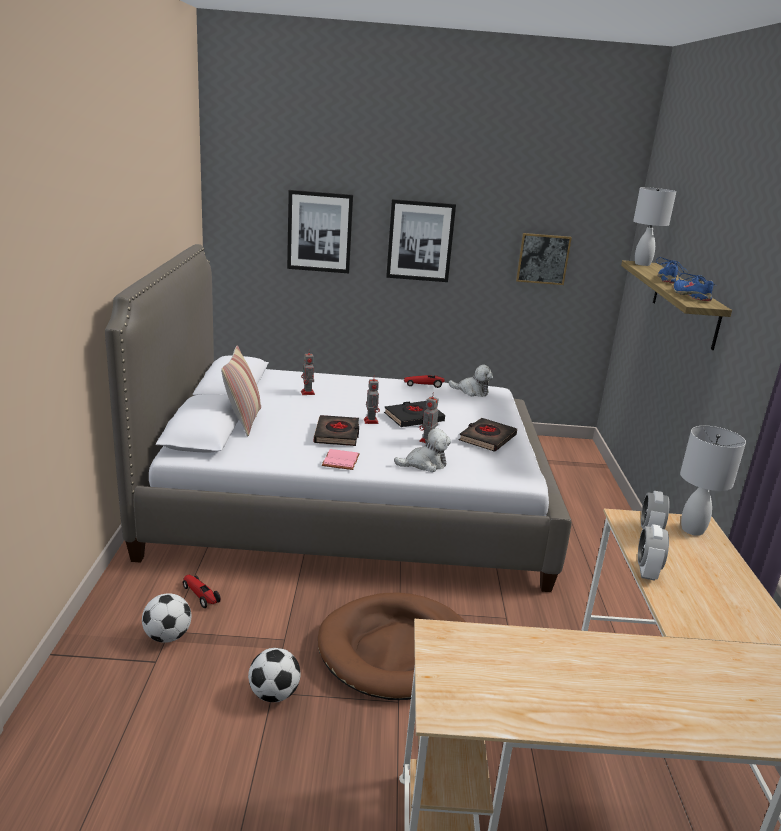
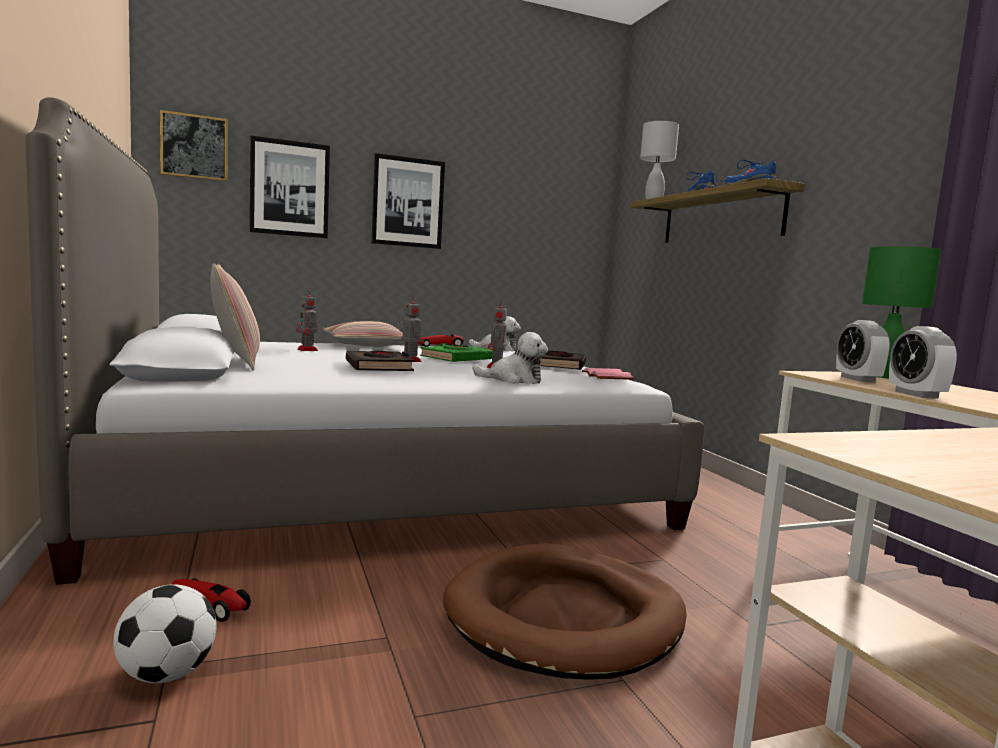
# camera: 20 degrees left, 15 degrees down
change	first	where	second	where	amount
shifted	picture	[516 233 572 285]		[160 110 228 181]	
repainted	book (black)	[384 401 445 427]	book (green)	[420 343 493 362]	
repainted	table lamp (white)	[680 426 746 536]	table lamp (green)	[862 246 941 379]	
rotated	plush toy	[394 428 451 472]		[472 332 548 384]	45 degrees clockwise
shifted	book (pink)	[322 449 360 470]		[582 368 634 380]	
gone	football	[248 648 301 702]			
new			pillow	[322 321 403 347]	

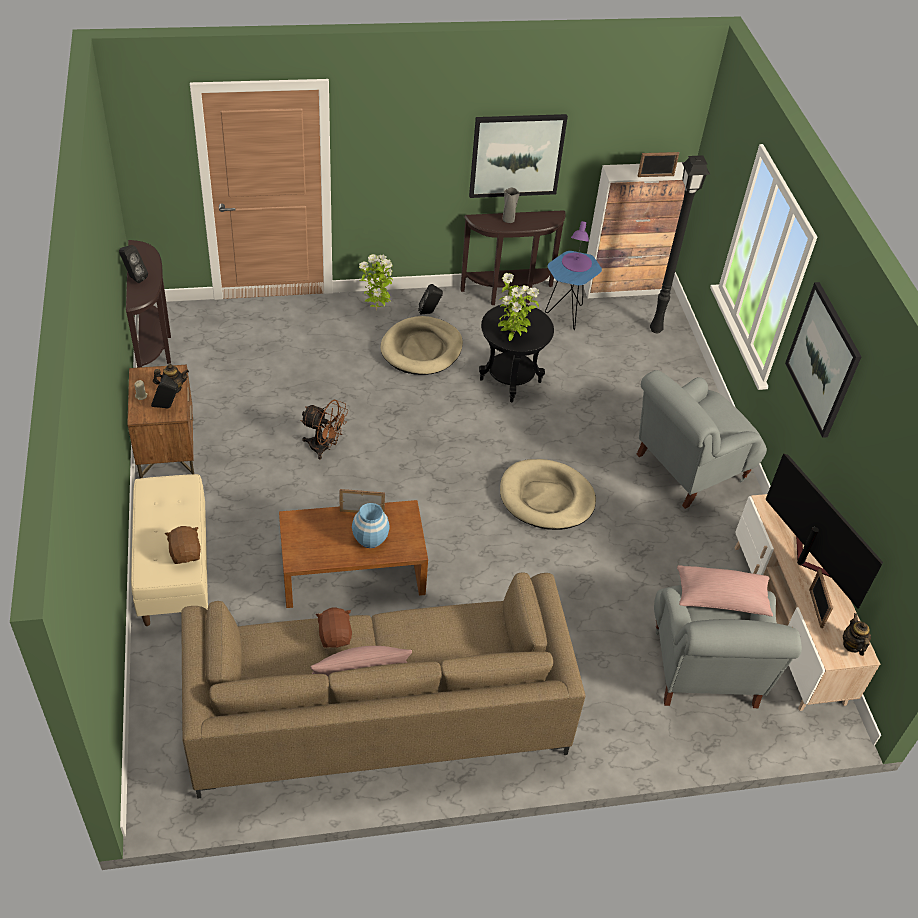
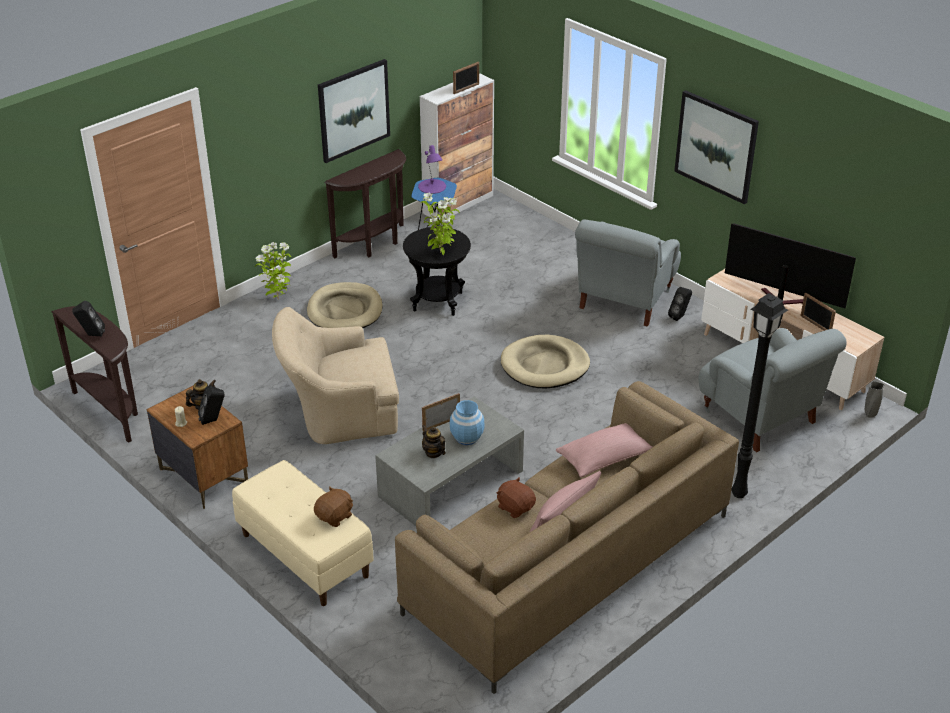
# camera: 30 degrees left, 10 degrees down
change	first	where	second	where	amount
shifted	floor lamp (black)	[650 155 710 333]		[731 293 788 498]	
shifted	vase (grey)	[502 188 519 223]		[865 381 884 418]	
shifted	speaker (black)	[418 284 443 315]		[668 287 692 321]	
swapped	fan (brown)	[300 400 348 460]	armchair (beige)	[272 307 399 444]	
repainted	coffee table (brown)	[279 500 428 608]	coffee table (grey)	[375 397 524 526]	
rotated	plush toy (brown)	[165 526 201 564]		[314 486 353 527]	90 degrees clockwise
shifted	pillow (pink)	[677 565 773 616]		[556 423 653 477]	
shifted	teapot	[843 613 871 656]		[422 425 446 458]	

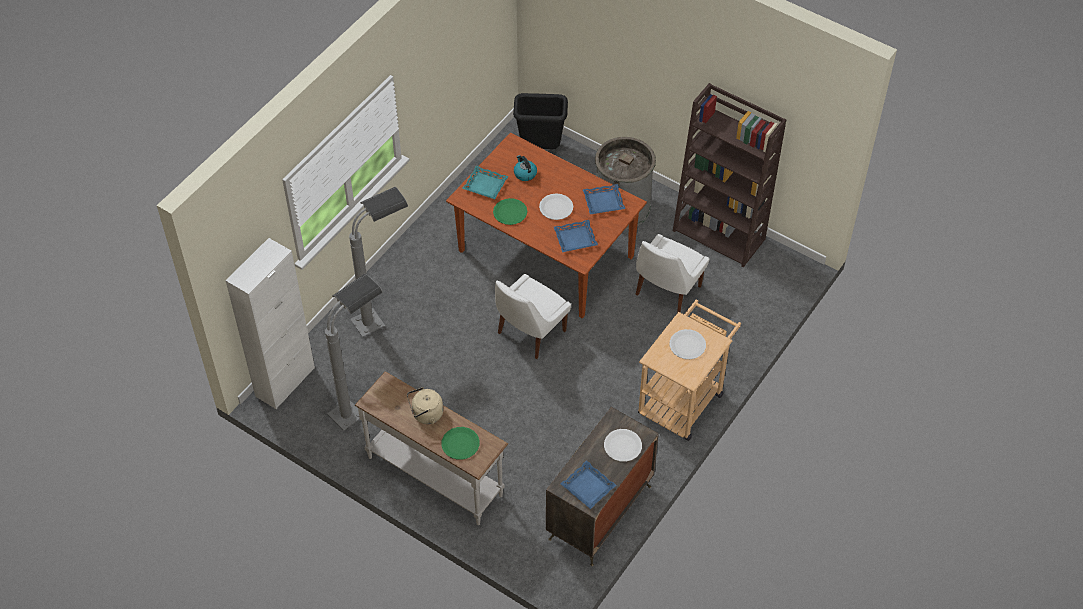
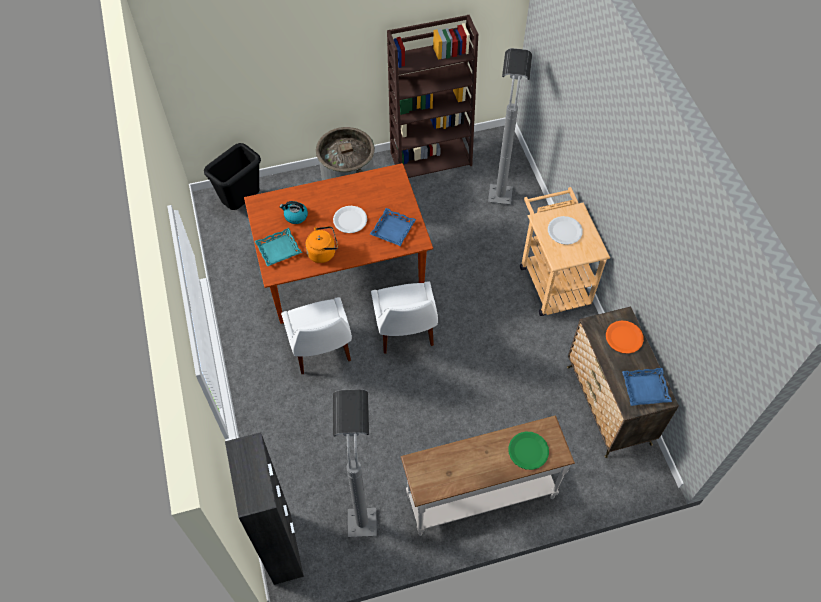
# camera: 50 degrees left, 5 degrees up
change	first	where	second	where	amount
gone	tray (blue)	[583 184 625 214]			
shifted	floor lamp (grey)	[349 187 408 337]		[488 48 532 205]	
swapped	plate (green)	[493 198 527 225]	kettle (orange)	[305 226 338 263]	
shifted	chair (white)	[636 234 709 313]		[281 297 352 374]	
repainted	cabinet (white)	[226 238 315 409]	cabinet (black)	[225 432 304 585]	
gone	kettle (beige)	[407 387 443 424]			
repainted	plate (white)	[604 429 642 462]	plate (orange)	[606 321 644 354]	

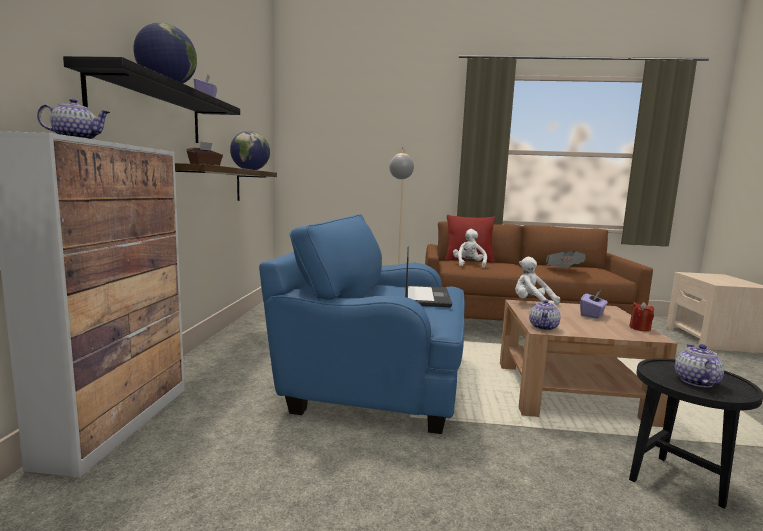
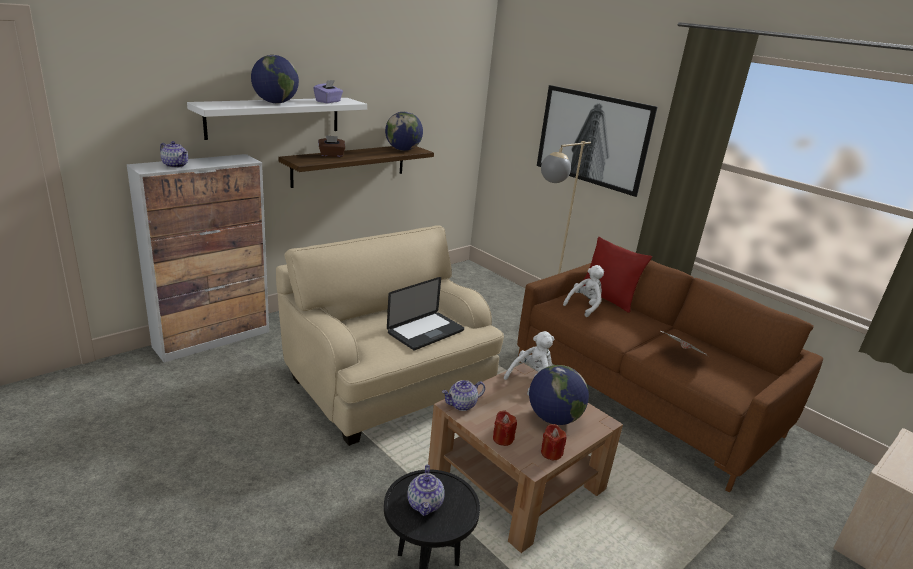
# camera: 40 degrees right, 15 degrees up
change	first	where	second	where	amount
repainted	shelf (black)	[63 56 240 143]	shelf (white)	[187 98 367 140]	
repainted	armchair (blue)	[259 214 465 434]	armchair (beige)	[276 225 504 446]	
rotated	plush toy (white)	[515 257 560 305]		[504 331 555 396]	60 degrees clockwise
swapped	tissue box (purple)	[580 290 608 319]	globe	[529 365 589 425]	
rotated	teapot	[675 344 724 388]		[407 465 445 516]	120 degrees clockwise
new			picture	[537 85 657 197]	
new			candle (red)	[493 410 517 446]	

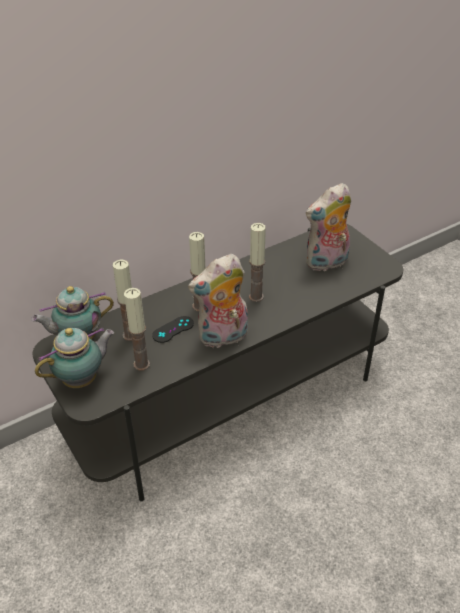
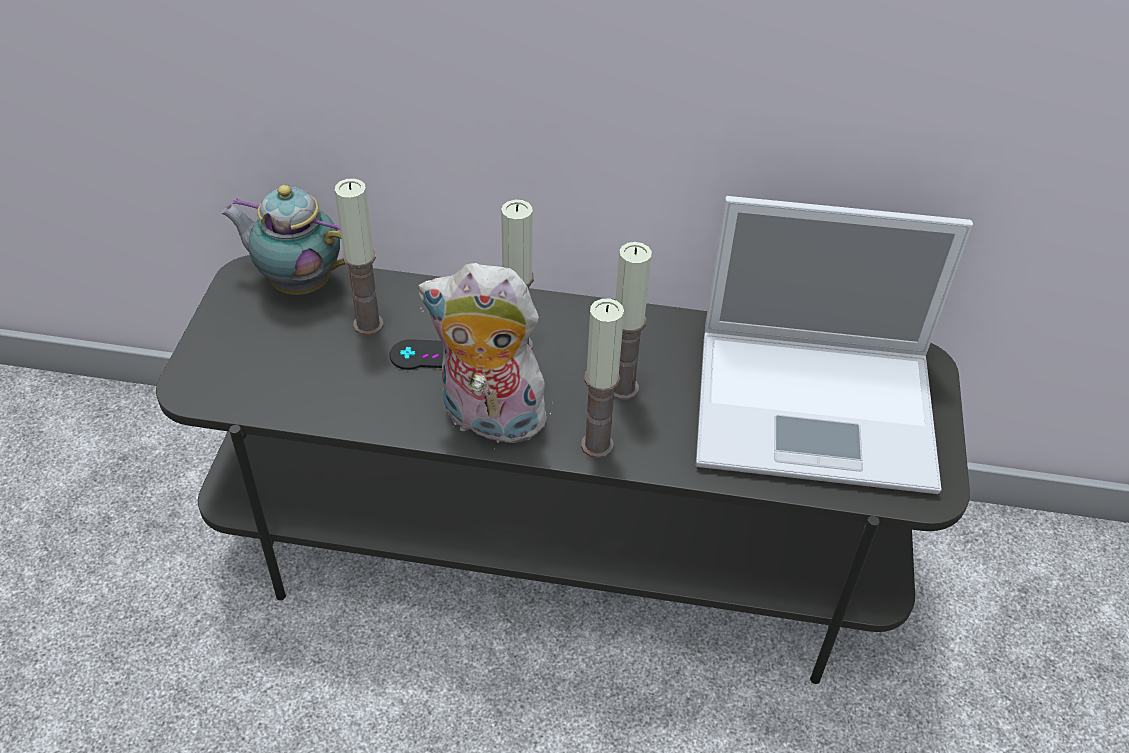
# camera: 40 degrees right, 5 degrees up
change	first	where	second	where	amount
swapped	plush toy	[306 183 351 271]	laptop	[696 196 973 494]	
shifted	candle	[124 288 150 371]		[581 299 624 458]	
gone	teapot	[35 328 114 388]			

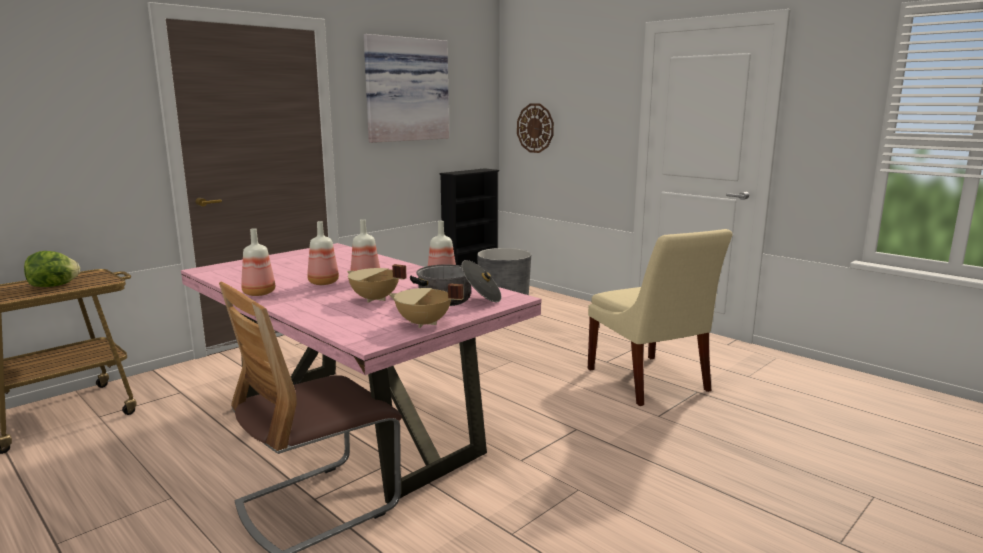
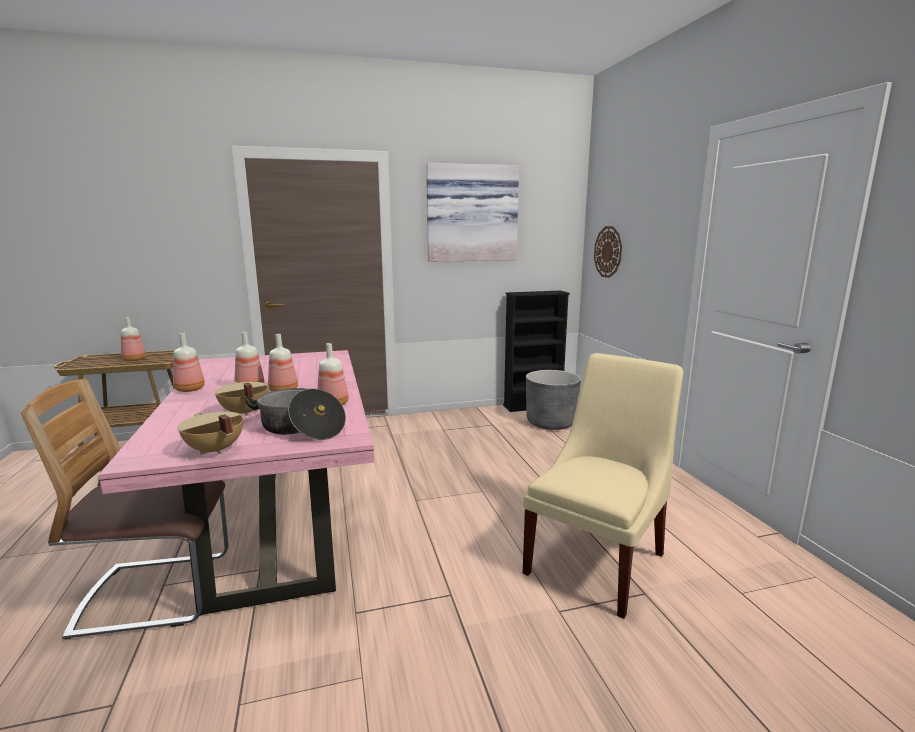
# camera: 30 degrees right, 0 degrees up
change	first	where	second	where	amount
rotated	chair (beige)	[588 229 732 406]		[523 353 683 619]	150 degrees counterclockwise
swapped	lettuce	[24 251 80 287]	bottle	[121 317 146 361]	

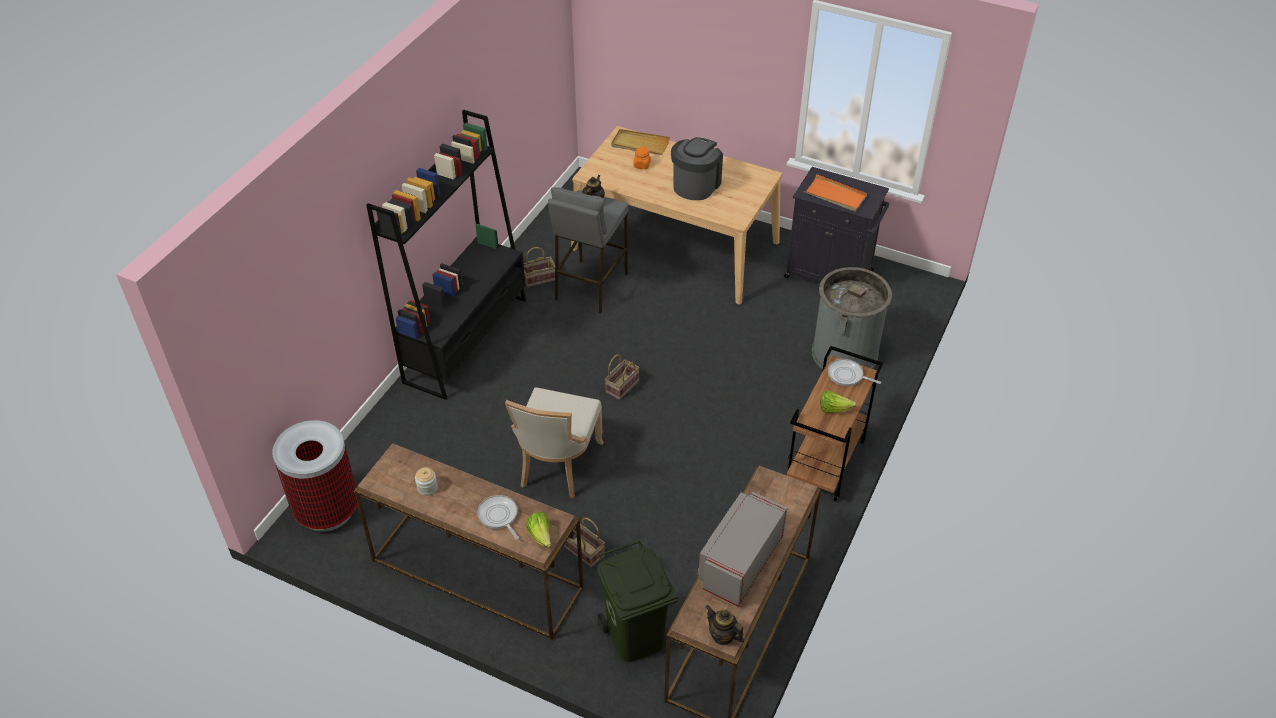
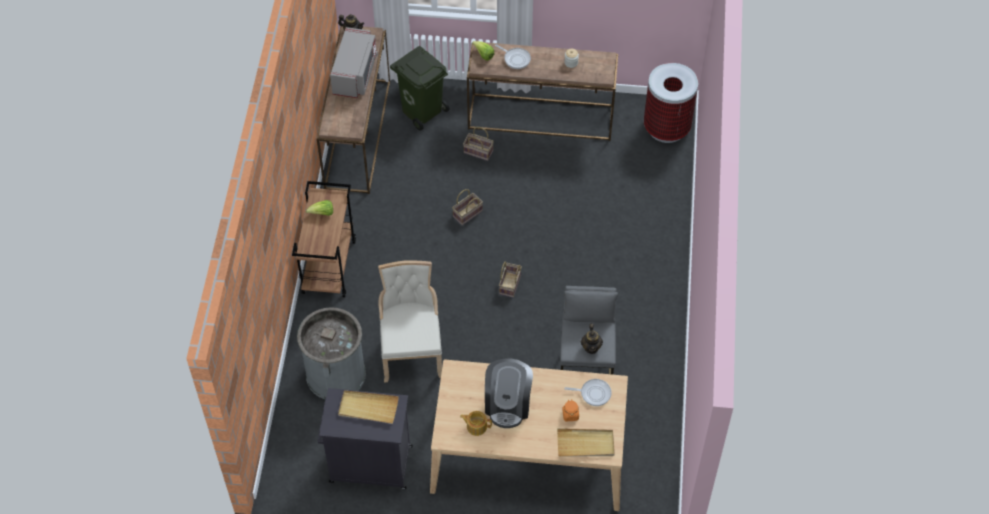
# camera: 160 degrees right, 10 degrees up
change	first	where	second	where	amount
gone	bookcase (black)	[366 110 526 400]			
repainted	tray (orange)	[804 174 867 211]	tray (beige)	[338 390 399 424]	
shifted	basket	[524 247 555 287]		[452 189 483 225]	
shifted	frying pan	[828 359 881 386]		[564 379 612 406]	
shifted	chair (beige)	[505 387 604 498]		[378 260 442 383]	
new			teapot	[460 411 492 436]	

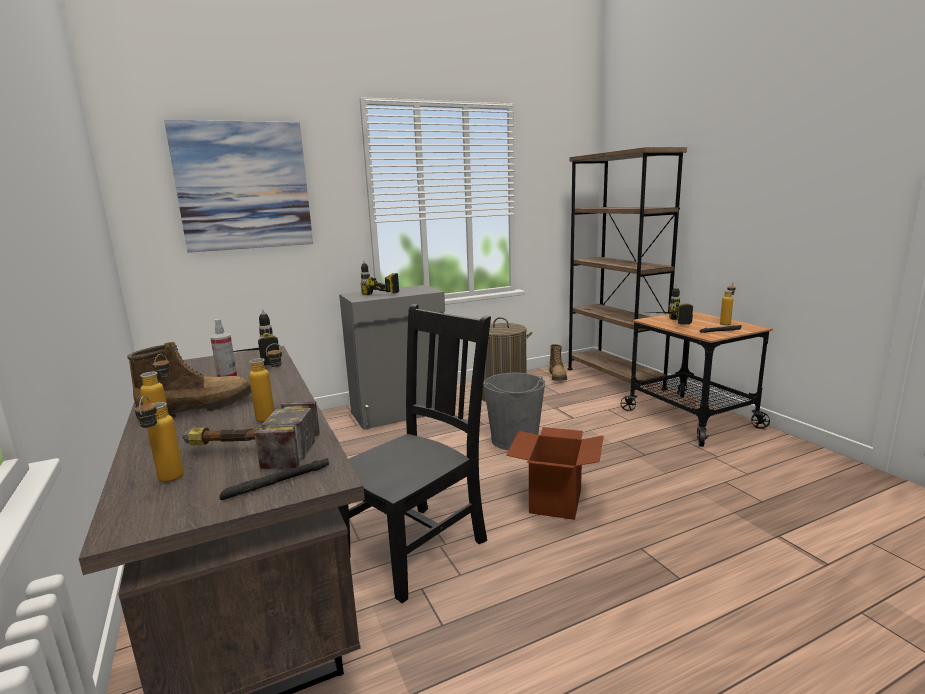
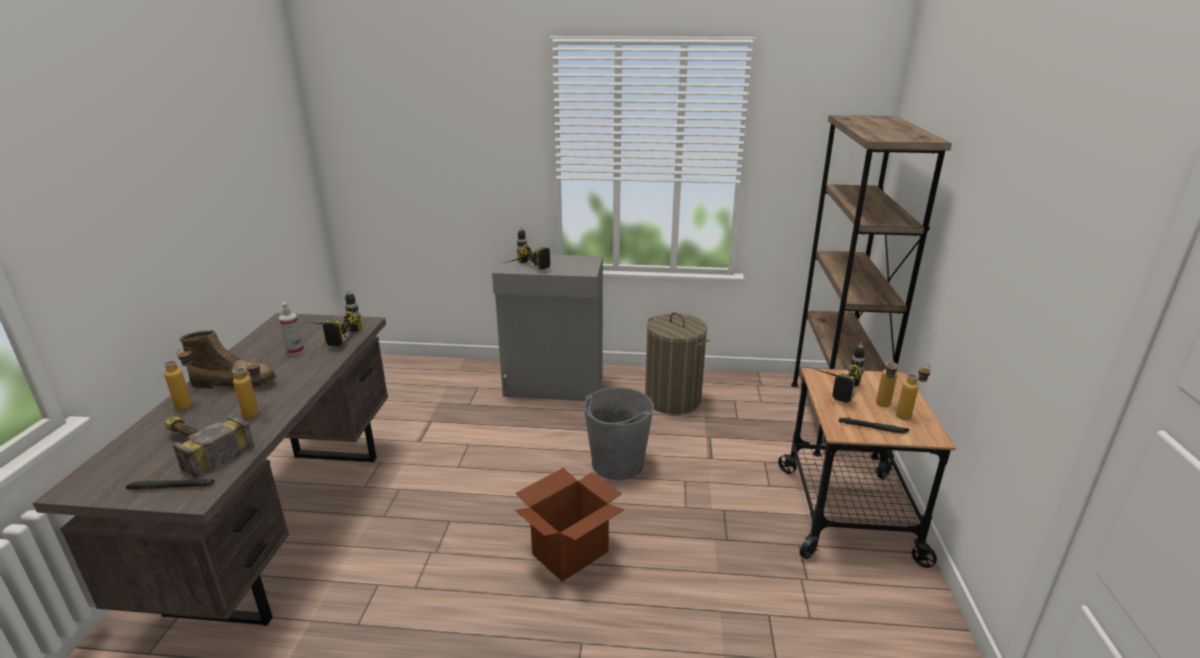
# camera: 30 degrees right, 10 degrees up
change	first	where	second	where	amount
gone	picture	[164 119 313 253]			
gone	chair (black)	[338 304 491 603]			
gone	boot	[549 344 567 381]			
shifted	bottle	[135 396 184 482]		[876 360 898 407]	

